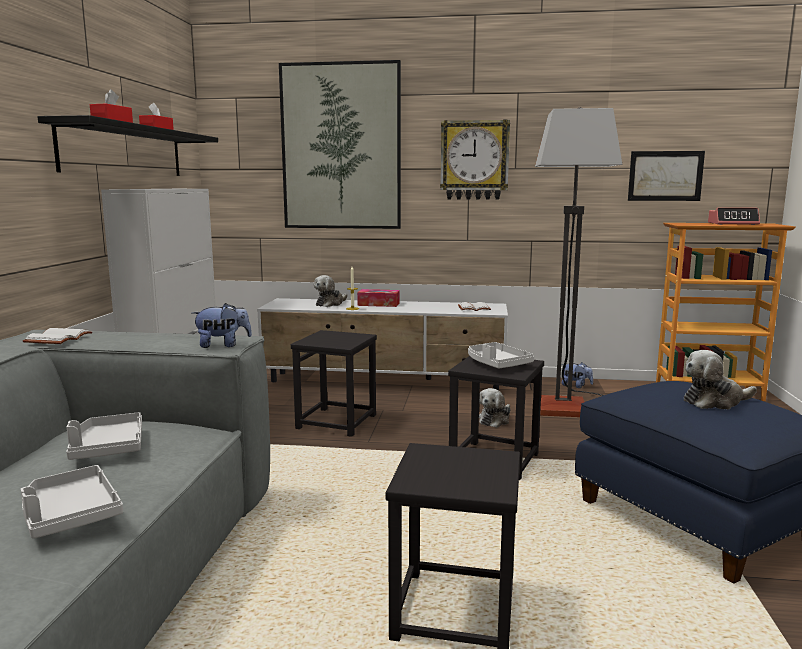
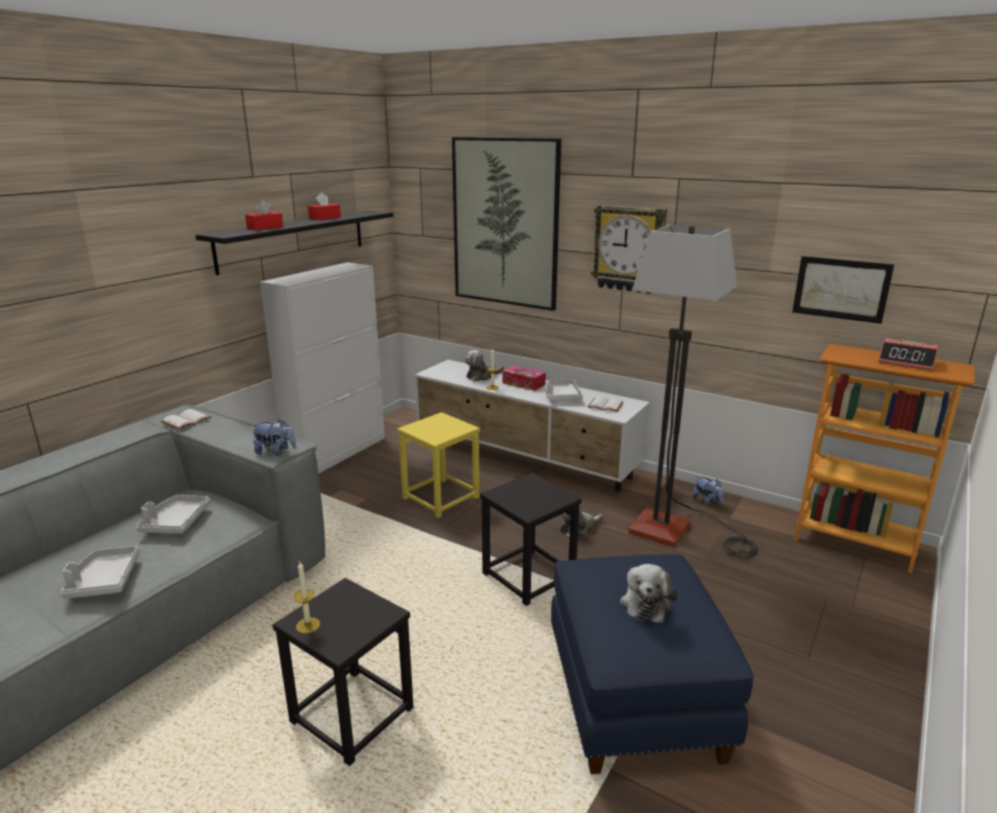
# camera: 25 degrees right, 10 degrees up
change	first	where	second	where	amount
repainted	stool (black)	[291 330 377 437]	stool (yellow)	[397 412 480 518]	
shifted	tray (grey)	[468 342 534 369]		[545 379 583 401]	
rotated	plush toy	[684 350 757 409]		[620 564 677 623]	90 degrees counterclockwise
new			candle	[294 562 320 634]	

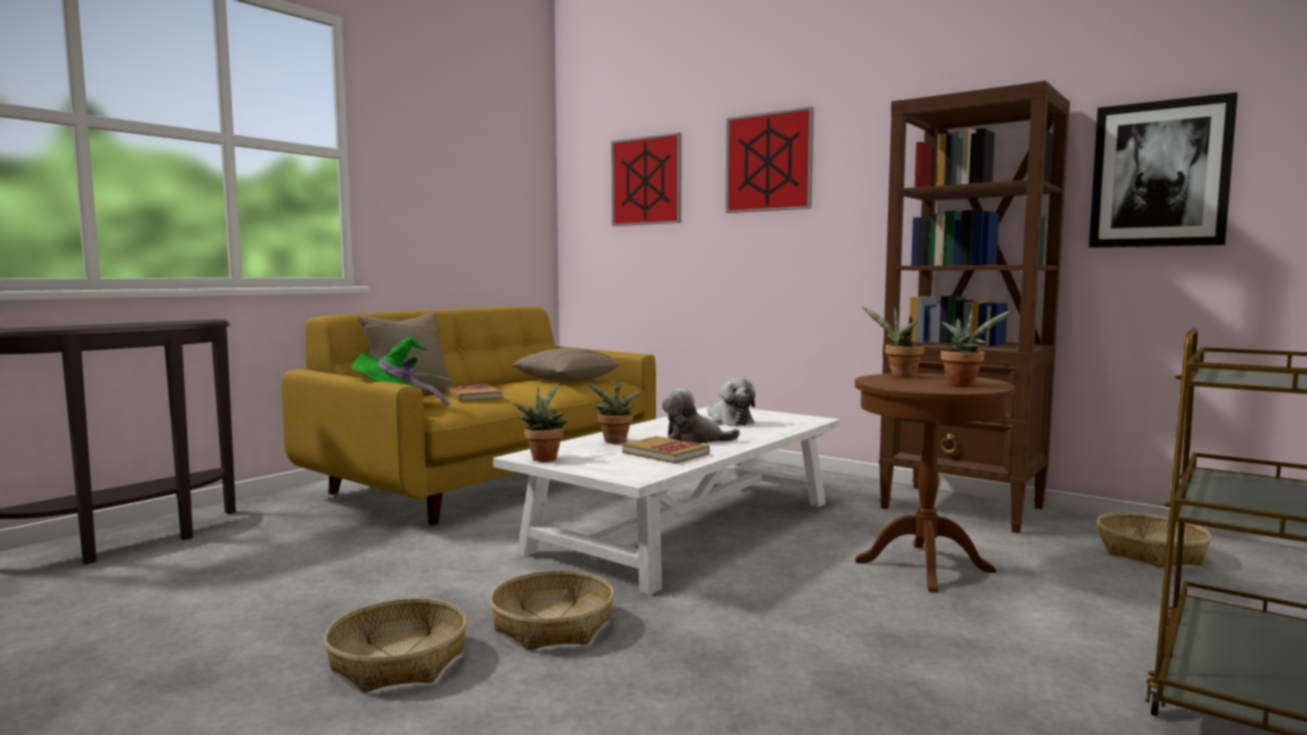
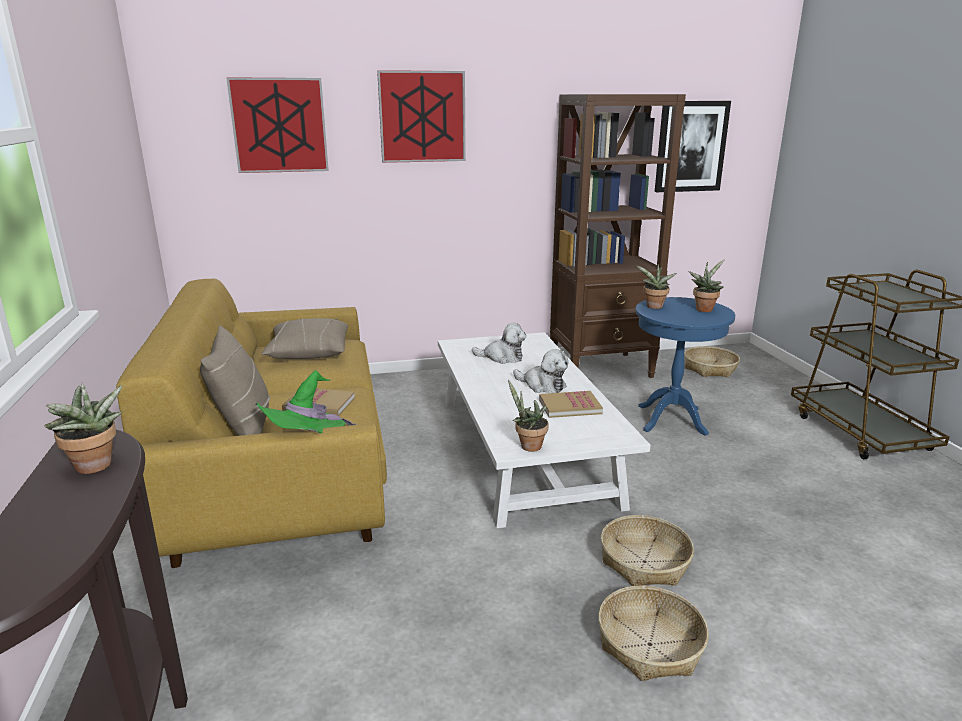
# camera: 50 degrees left, 15 degrees up
change	first	where	second	where	amount
repainted	side table (brown)	[855 373 1015 593]	side table (blue)	[636 297 735 436]	
shifted	potted plant	[586 379 641 444]		[45 382 122 474]	
rotated	plush toy	[662 389 740 443]		[513 349 568 393]	105 degrees counterclockwise

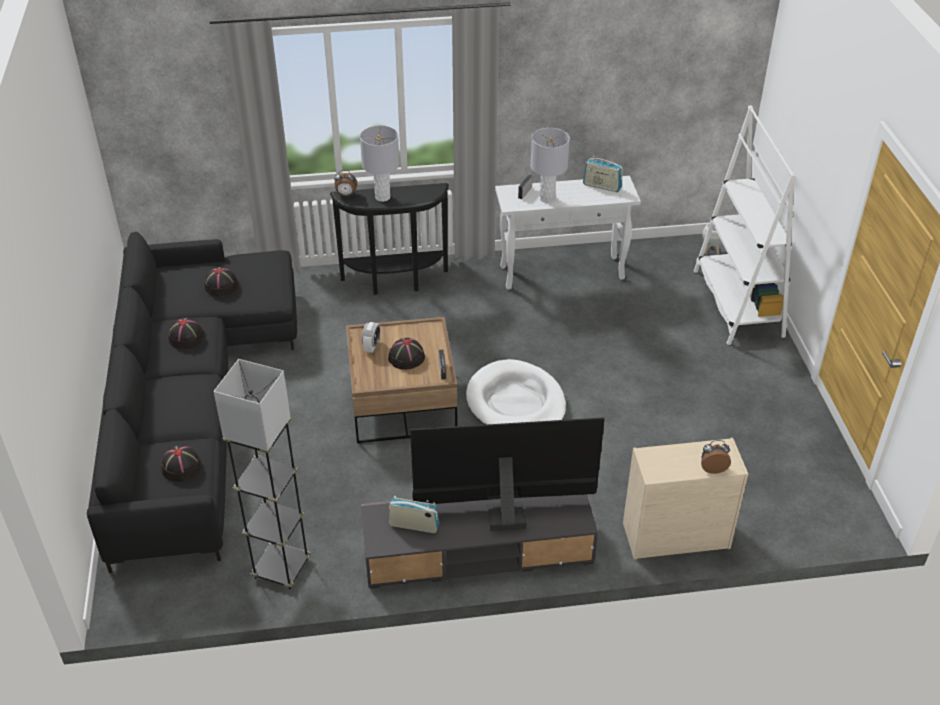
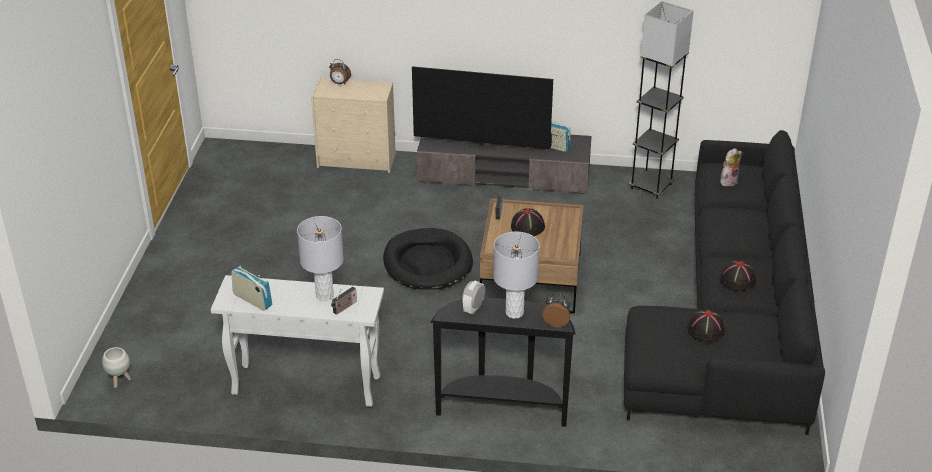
# camera: 165 degrees left, 5 degrees down
change	first	where	second	where	amount
gone	bookcase (white)	[694 105 795 345]			
shifted	alarm clock	[362 322 380 353]		[462 281 485 314]	
repainted	dog bed (white)	[466 359 566 425]	dog bed (black)	[383 228 473 289]	
swapped	hat (black)	[161 445 202 482]	plush toy	[720 148 742 186]	

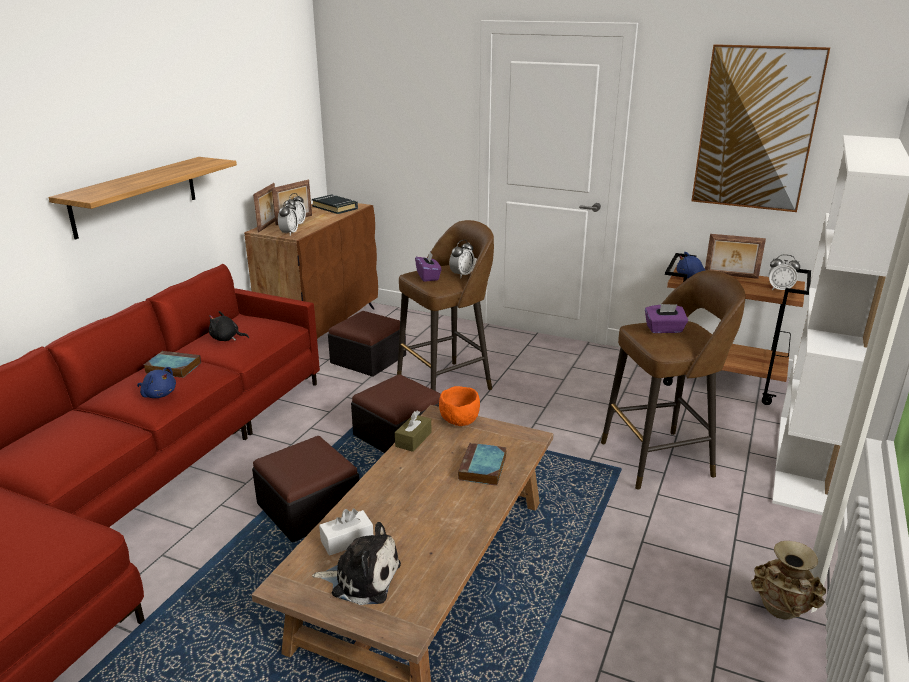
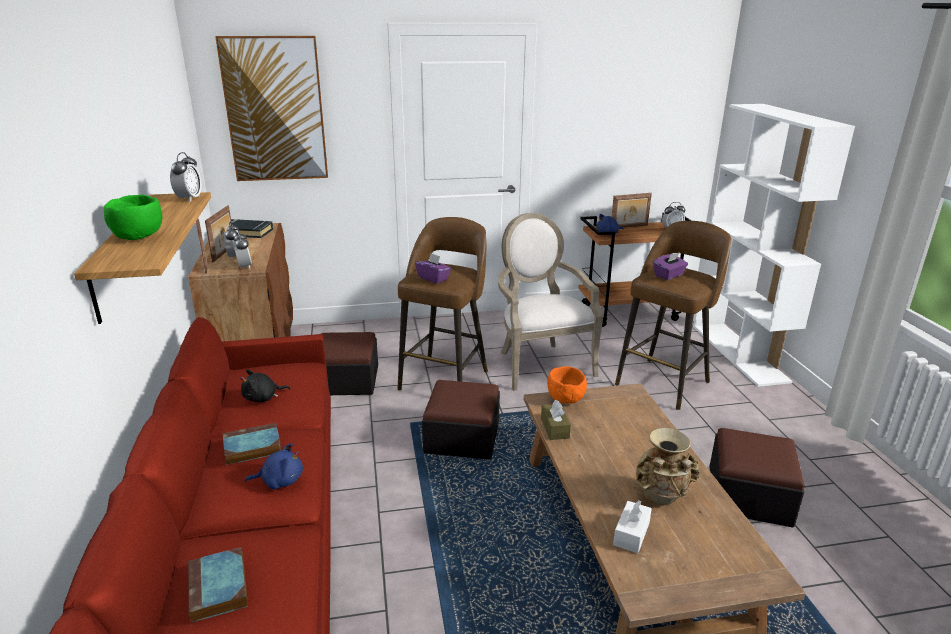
# camera: 35 degrees left, 0 degrees up
change	first	where	second	where	amount
shifted	picture	[692 44 830 212]		[215 36 328 181]	
shifted	alarm clock	[449 240 475 278]		[170 152 202 202]	
shifted	ottoman	[252 436 360 542]		[710 428 804 528]	
shifted	book	[458 443 507 486]		[188 547 248 623]	
gone	plush toy	[312 522 401 605]			
shifted	vase (beige)	[751 541 826 620]		[635 428 700 506]	
new			bowl (green)	[104 195 162 240]	
new			armchair	[498 213 603 391]	

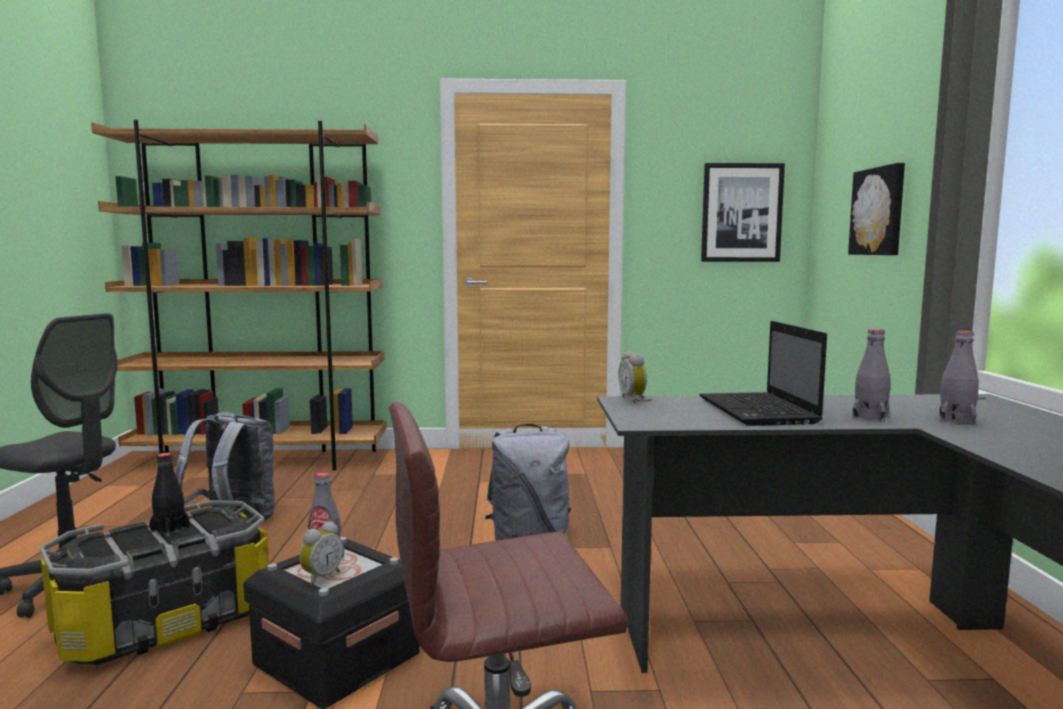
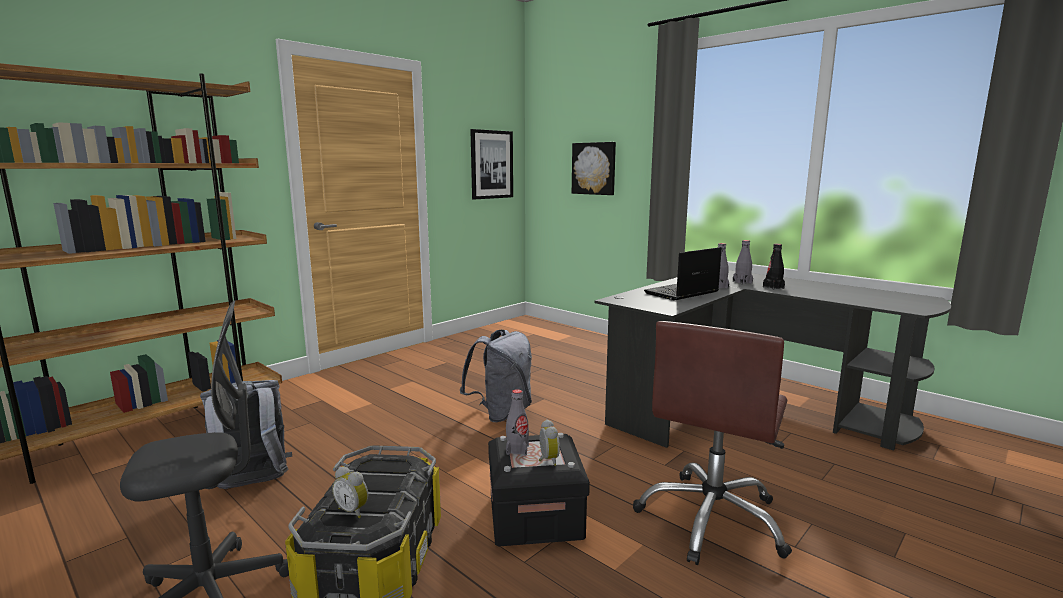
# camera: 45 degrees left, 5 degrees up
change	first	where	second	where	amount
rotated	laptop	[700 321 827 426]		[644 247 722 300]	105 degrees clockwise
shifted	alarm clock	[618 351 647 403]		[332 467 368 518]	
shifted	bottle (black)	[150 453 189 536]		[763 244 785 290]	

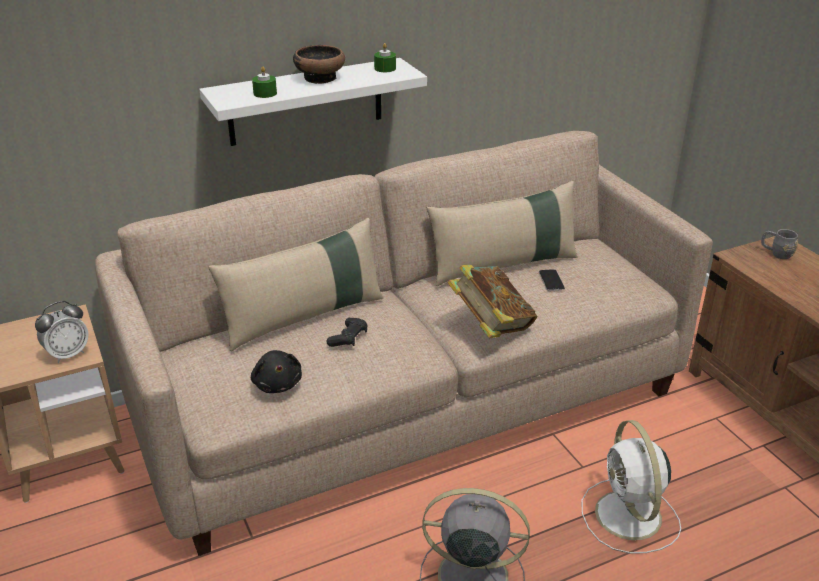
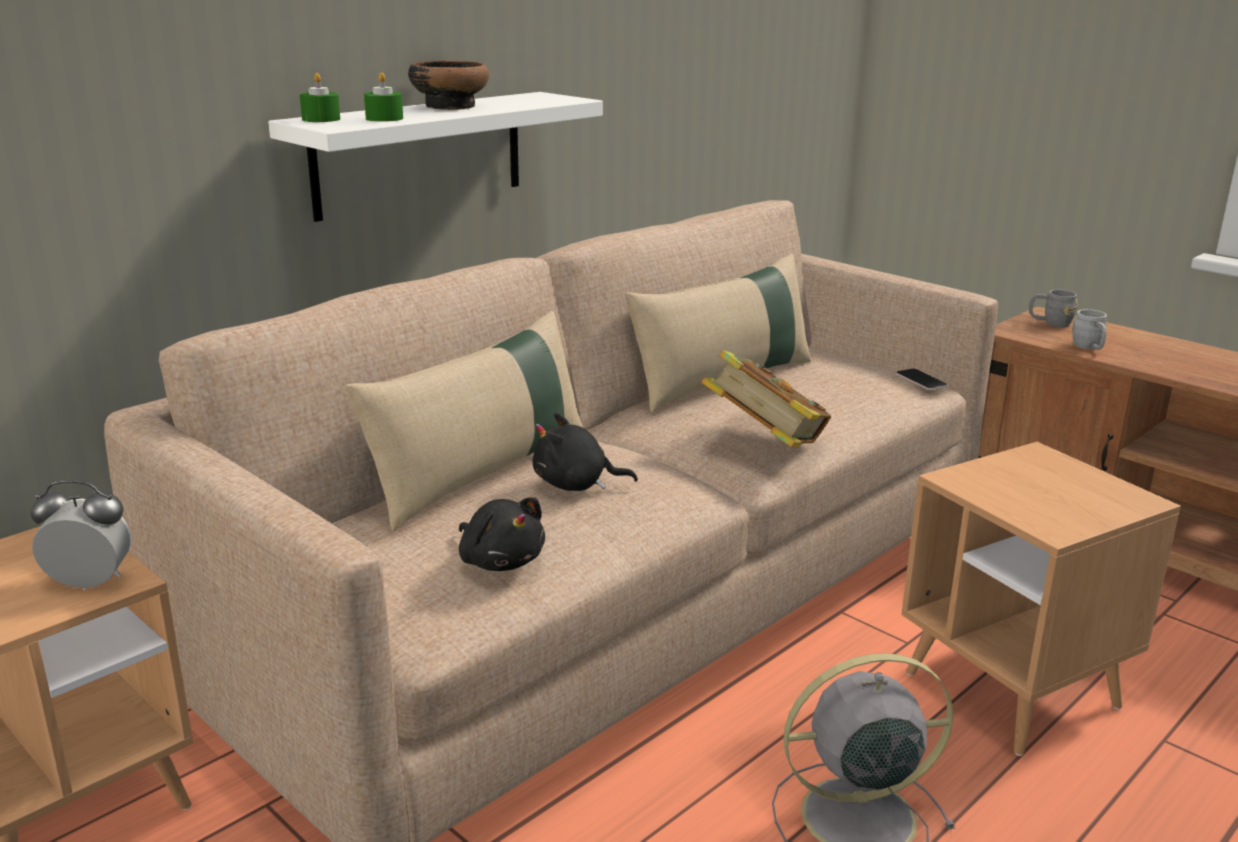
# camera: 20 degrees left, 10 degrees down
change	first	where	second	where	amount
shifted	candle (green)	[374 43 396 72]		[300 73 340 122]	
shifted	phone	[539 269 565 291]		[896 368 948 390]	
rotated	alarm clock	[35 301 89 363]		[31 480 132 590]	120 degrees counterclockwise
swapped	game controller (black)	[326 318 367 347]	plush toy (black)	[533 412 638 491]	
swapped	fan (white)	[581 420 681 554]	side table (brown)	[901 442 1181 756]	
new			mug (grey)	[1072 309 1107 350]	

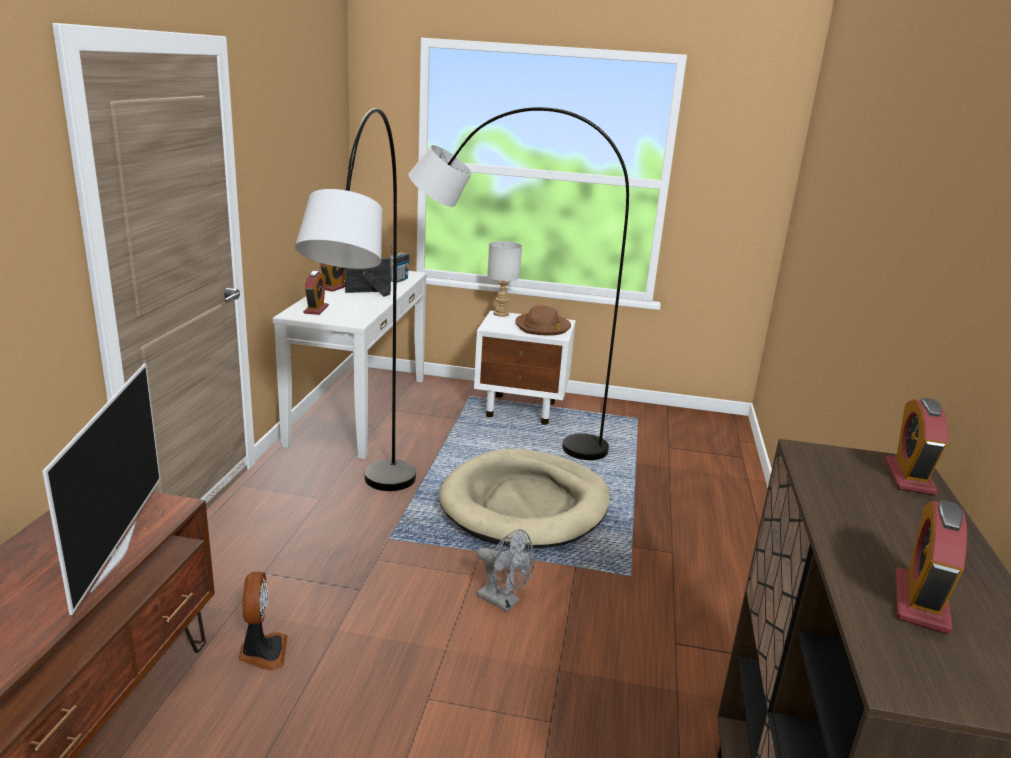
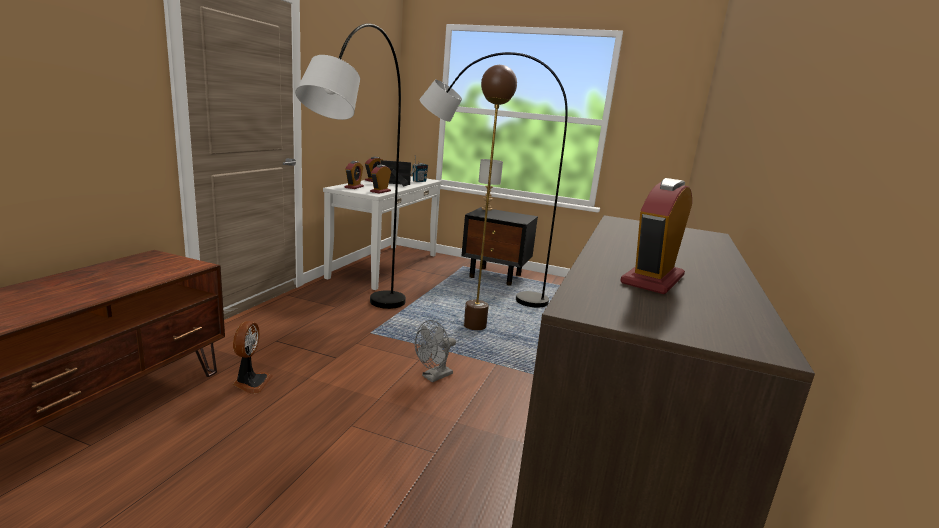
# camera: 10 degrees right, 5 degrees down
change	first	where	second	where	amount
gone	hat (brown)	[515 305 571 336]			
repainted	nightstand (white)	[474 311 576 425]	nightstand (black)	[462 207 538 286]	
gone	television	[42 363 160 615]			
shifted	alarm clock	[885 398 948 495]		[370 165 391 194]	
swapped	dog bed (beige)	[439 449 610 548]	floor lamp (brown)	[464 65 517 330]	
rotated	fan (grey)	[477 529 535 611]		[415 320 456 382]	90 degrees clockwise

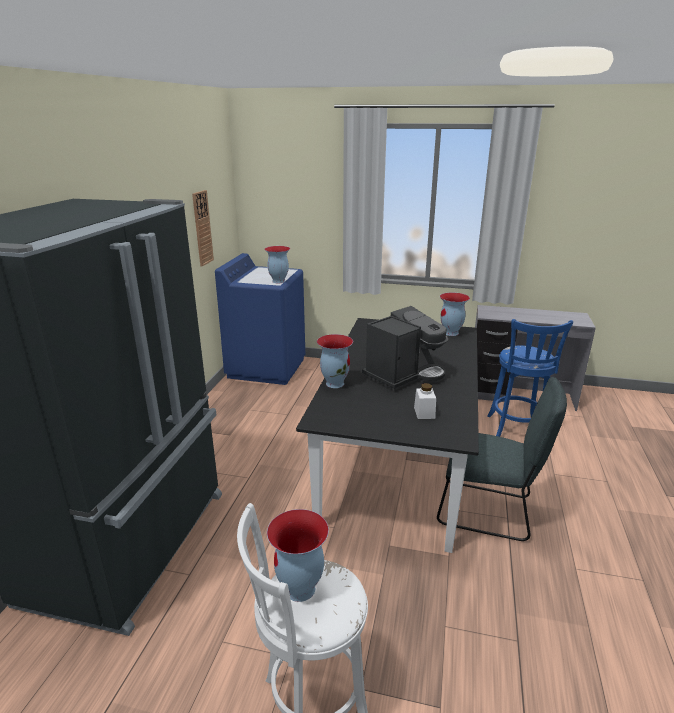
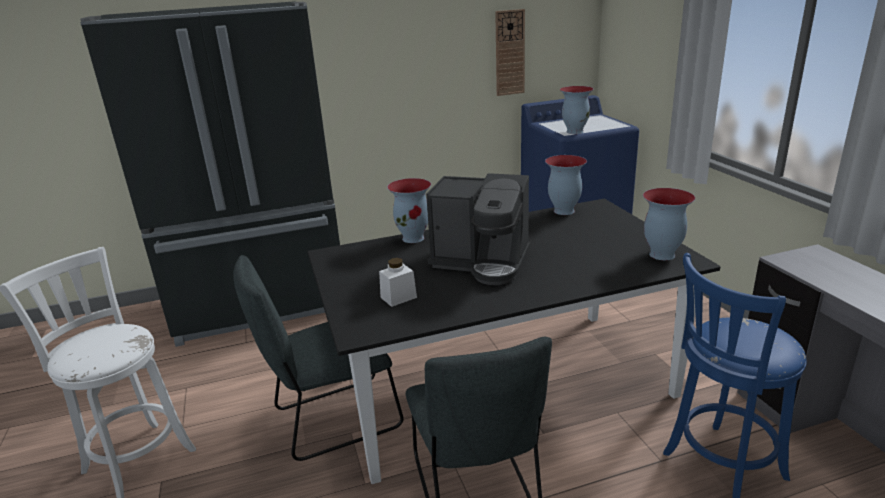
# camera: 60 degrees right, 0 degrees up
change	first	where	second	where	amount
shifted	vase	[267 509 329 602]		[545 155 587 215]	
new			chair (grey)	[233 255 404 461]	

